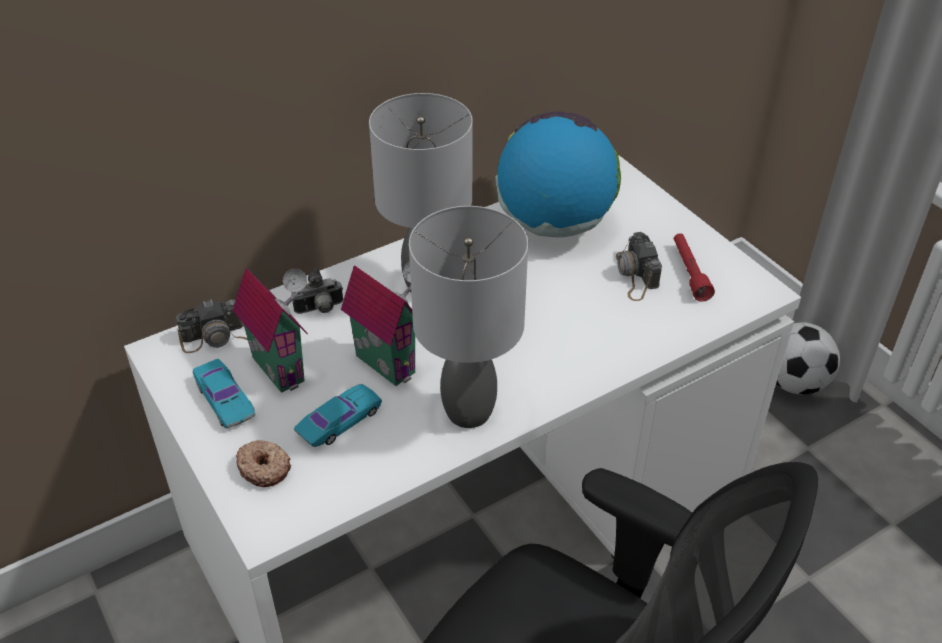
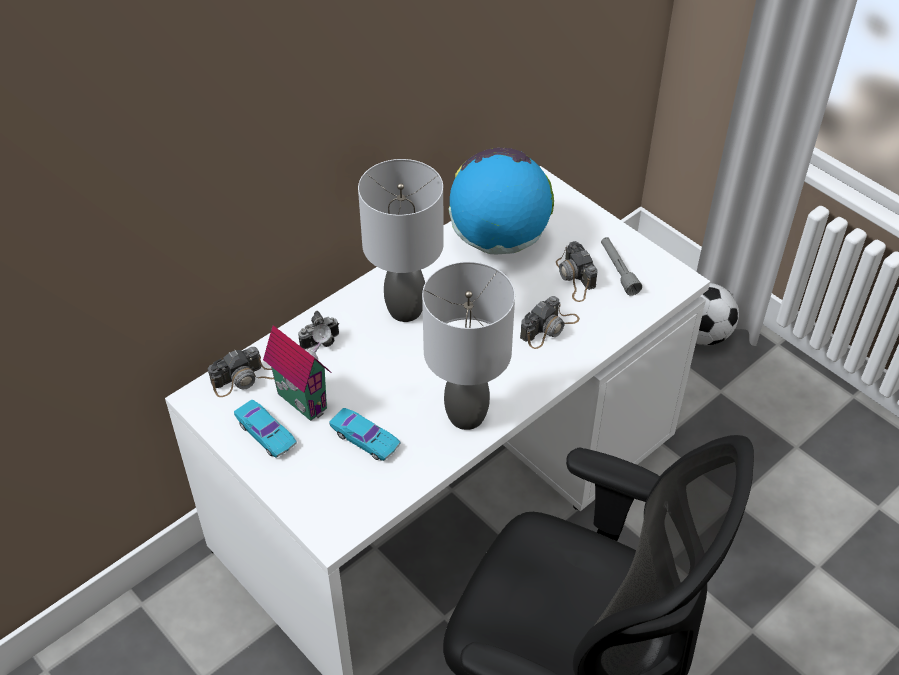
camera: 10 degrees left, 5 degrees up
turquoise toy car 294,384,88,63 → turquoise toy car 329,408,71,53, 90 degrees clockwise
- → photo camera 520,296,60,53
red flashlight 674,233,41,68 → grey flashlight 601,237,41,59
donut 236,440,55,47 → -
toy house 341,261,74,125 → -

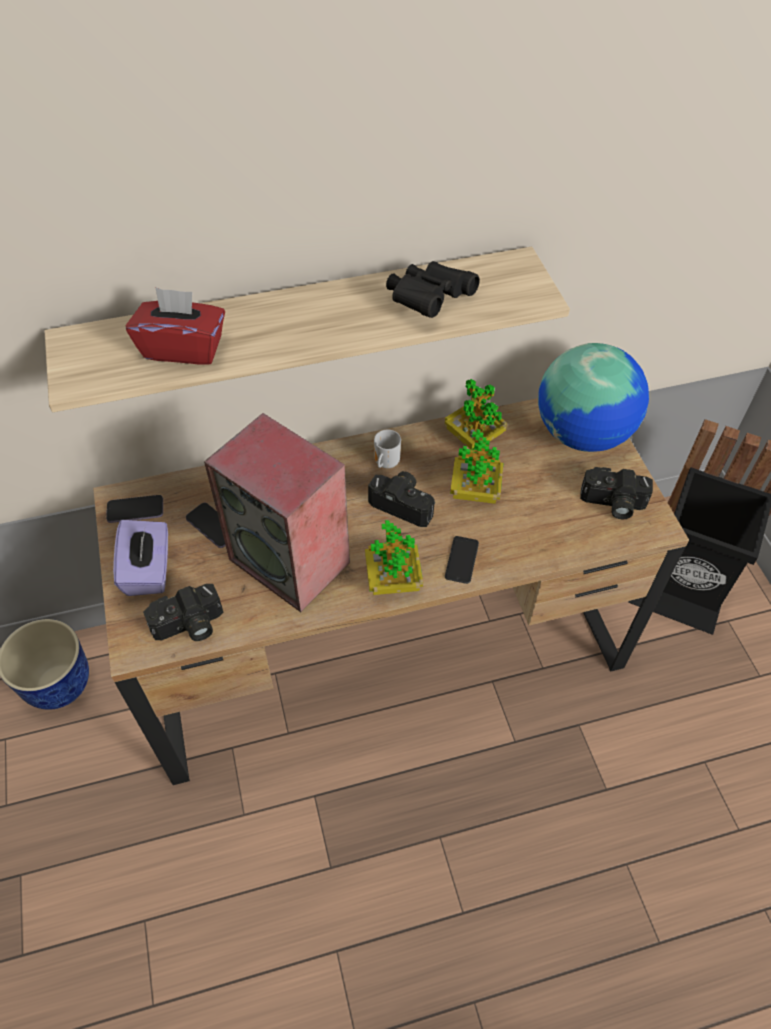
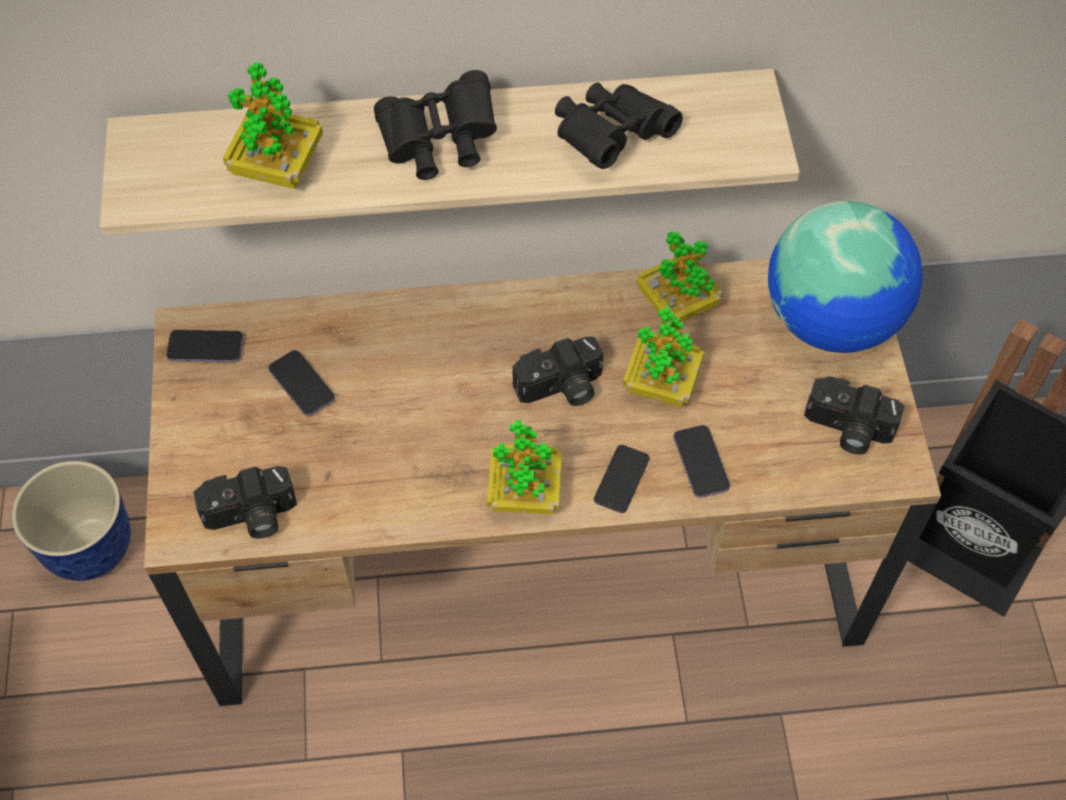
camera: 10 degrees right, 5 degrees up
red tissue box 125,287,100,78 → potted plant 223,63,100,126
- → black binoculars 374,70,123,110
photo camera 368,471,67,56 → photo camera 512,337,91,69, 120 degrees clockwise
- → phone 673,425,57,73
purple tissue box 113,520,55,76 → -
speaker 204,413,146,199 → -
mug 374,429,27,39 → -

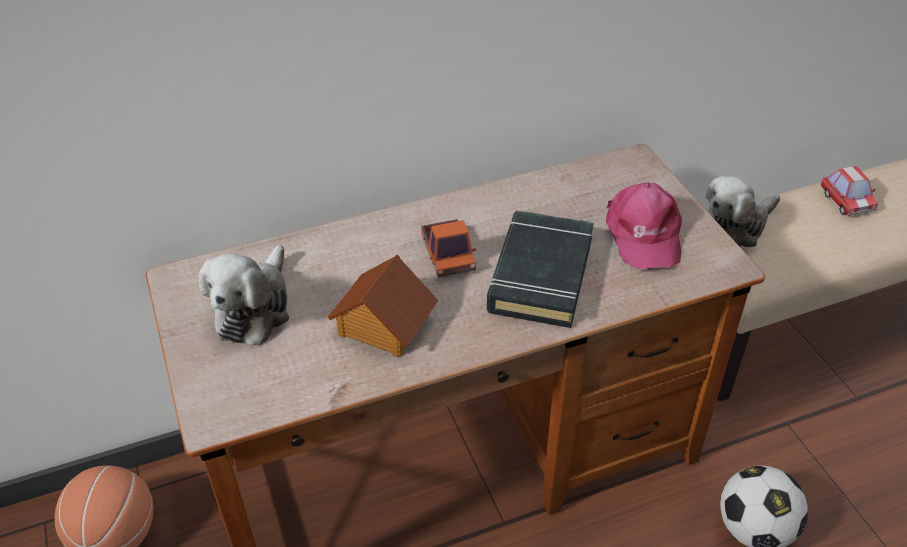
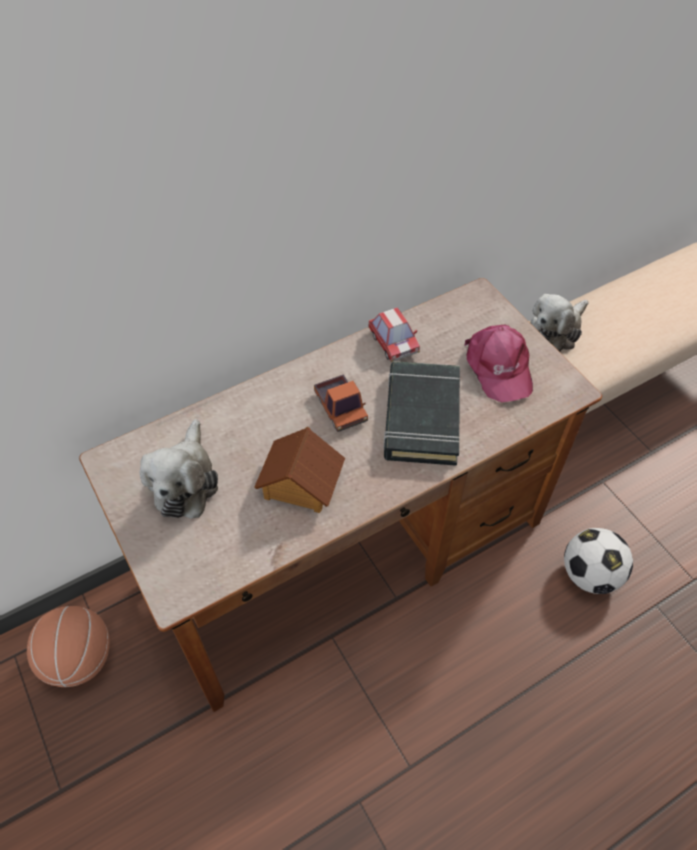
camera: 10 degrees left, 10 degrees up
toy car 820,166,58,50 → toy car 368,307,52,55, moved

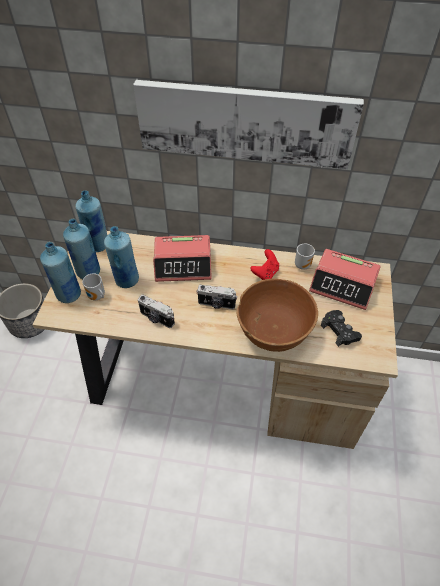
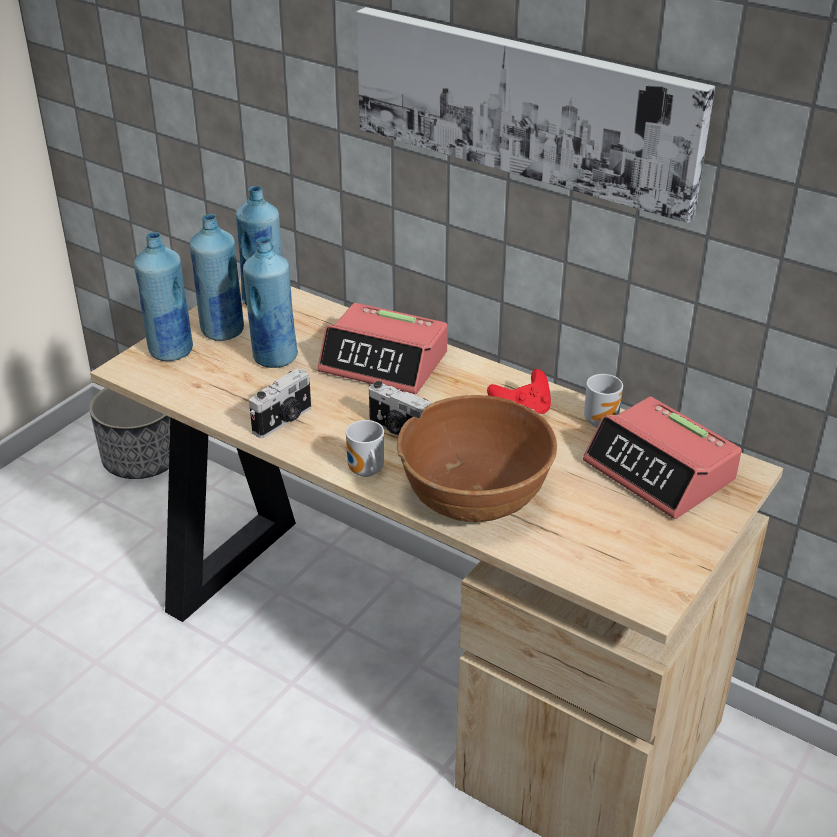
camera: 25 degrees right, 15 degrees down
photo camera 138,295,37,33 → photo camera 249,368,62,70, 105 degrees counterclockwise
mug 82,273,23,27 → mug 346,420,38,57, moved
black game controller 321,310,41,37 → -

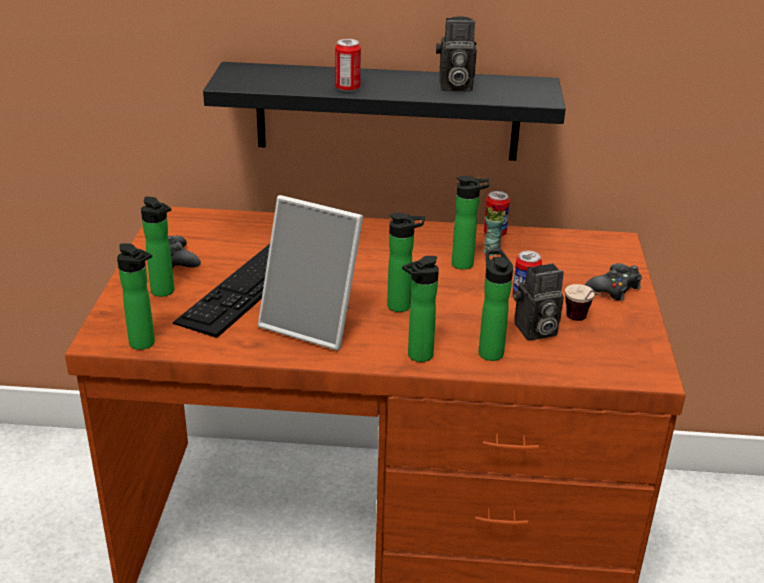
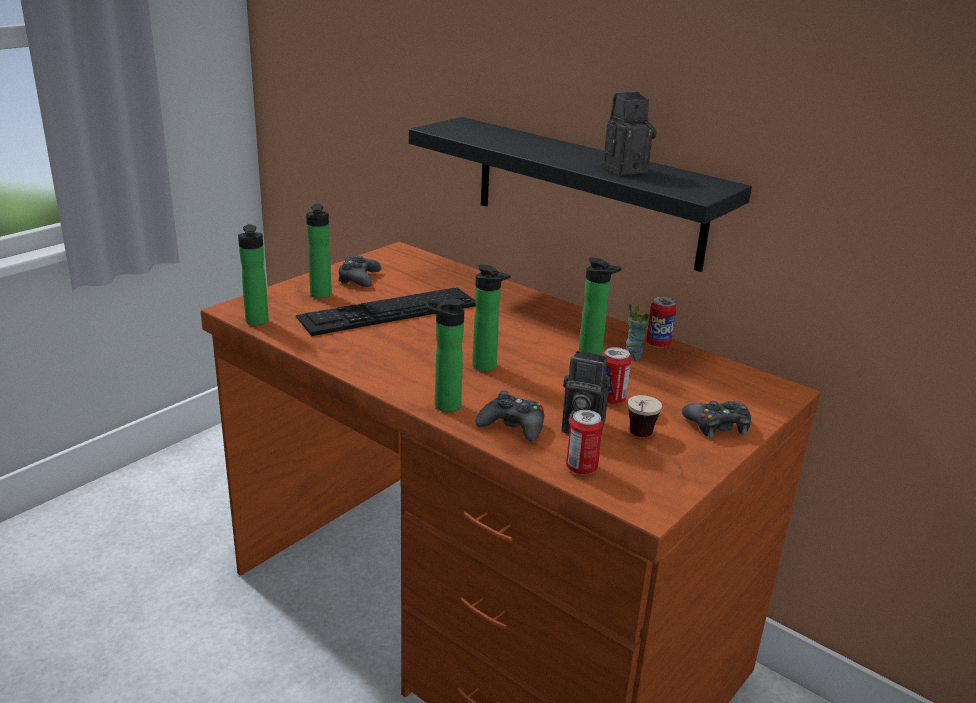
camera: 35 degrees right, 5 degrees down
bottle 479,250,34,111 → black game controller 476,391,68,51
can 335,39,26,53 → can 566,410,37,65, moved
photo camera 436,16,41,75 → photo camera 604,91,53,84, 120 degrees clockwise
picture frame 258,195,105,155 → -

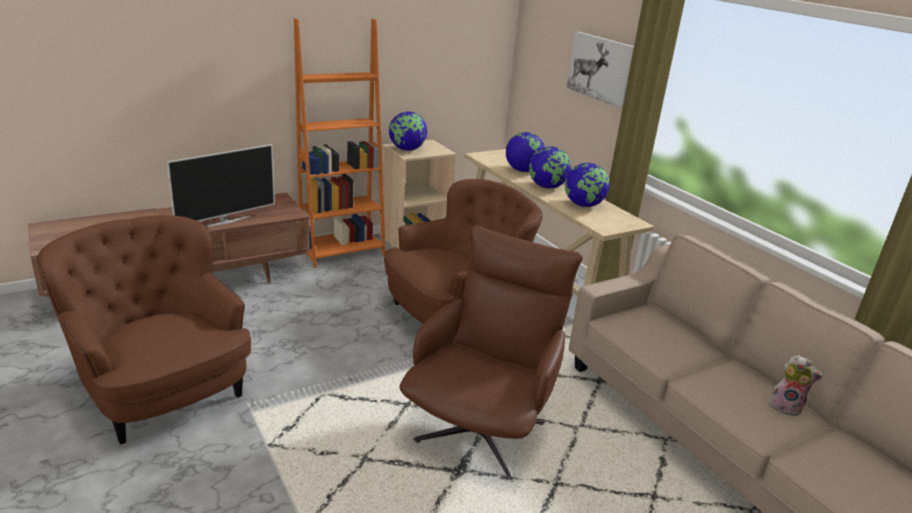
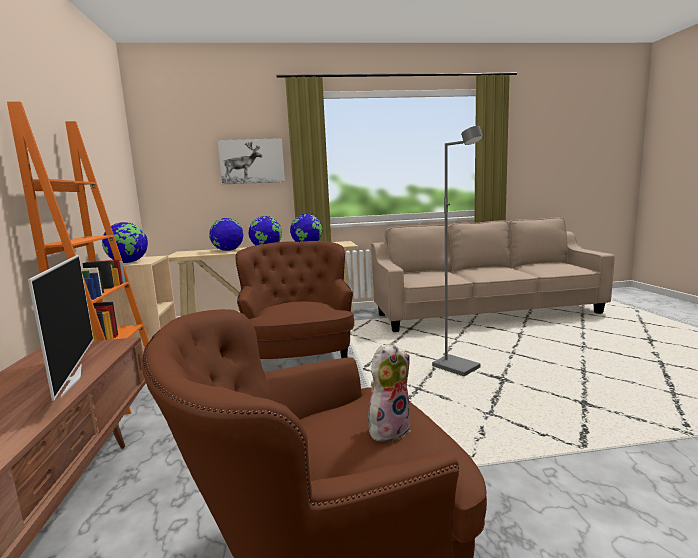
camera: 65 degrees left, 15 degrees down
plush toy 768,355,55,62 → plush toy 368,342,42,100, moved
brown armchair 399,225,184,255 → grey floor lamp 432,126,51,250

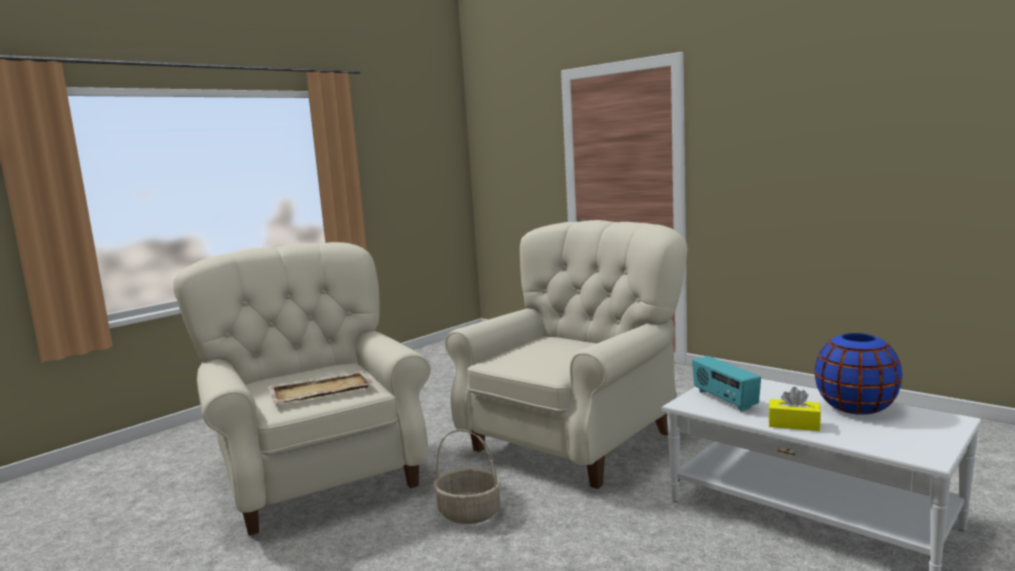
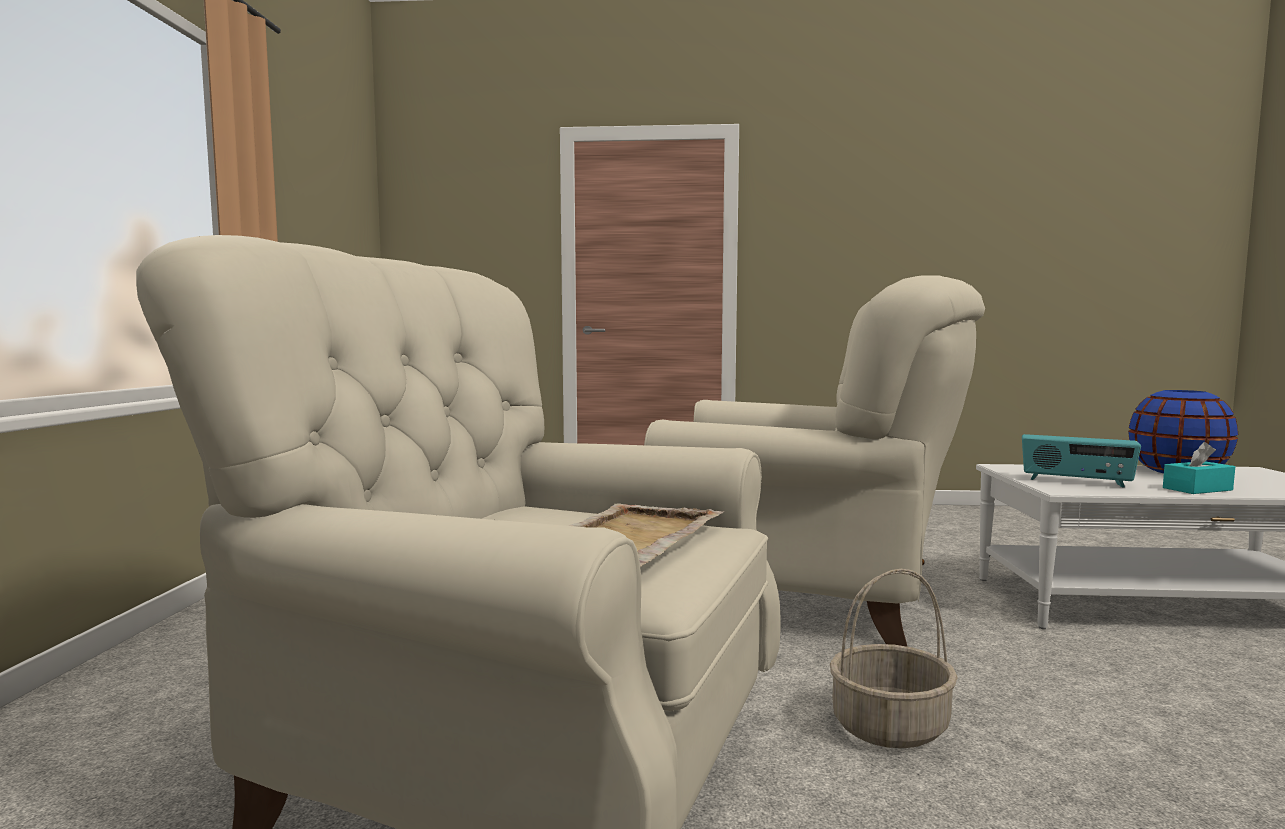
camera: 40 degrees left, 5 degrees down
beige armchair 445,220,243,269 → beige armchair 644,275,341,372, 105 degrees clockwise
yellow tissue box 769,387,52,44 → turquoise tissue box 1163,442,72,52

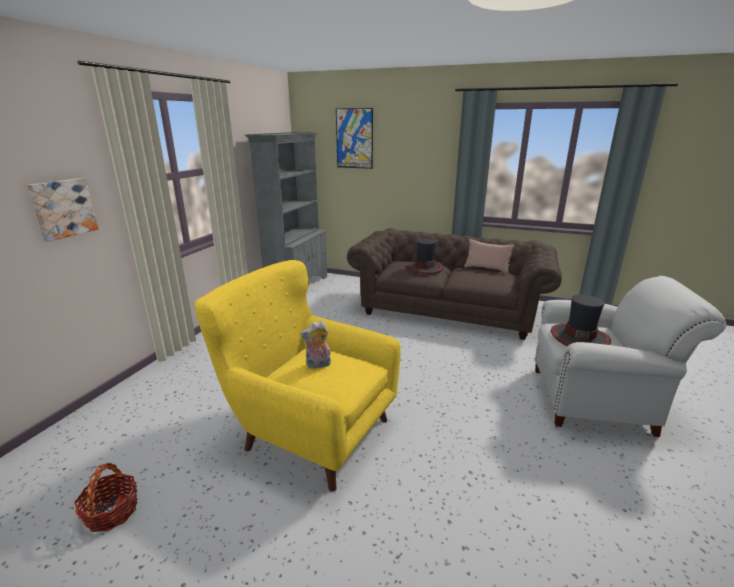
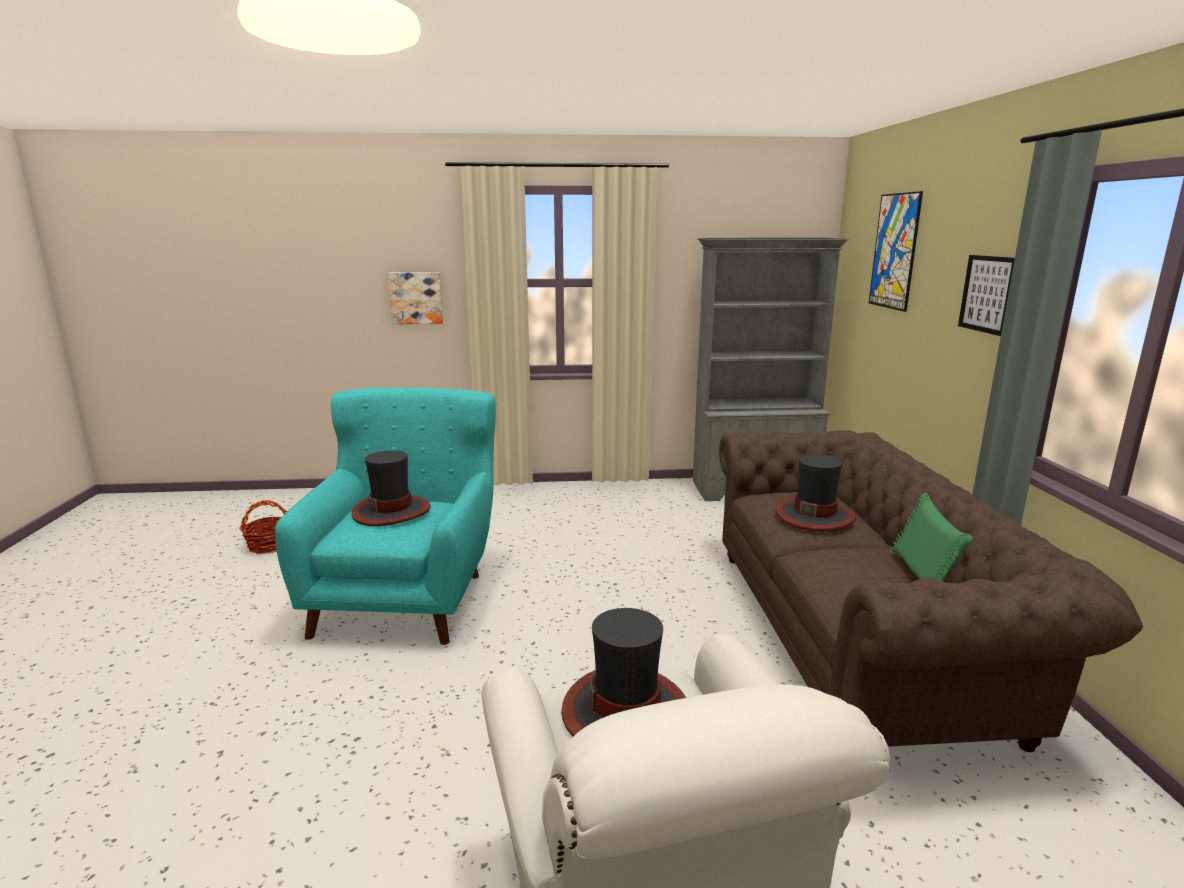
camera: 65 degrees right, 5 degrees down
yellow armchair 195,260,206,232 → turquoise armchair 275,388,221,257
plush toy 300,321,31,48 → hat 351,450,80,76
beige pillow 464,239,51,35 → green pillow 889,492,84,89
- → picture 958,255,57,81

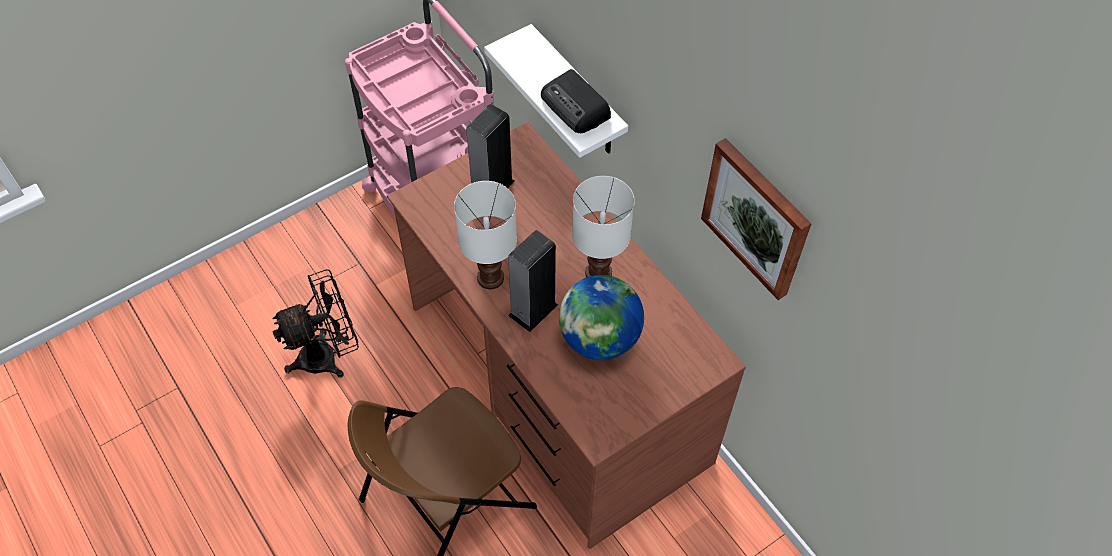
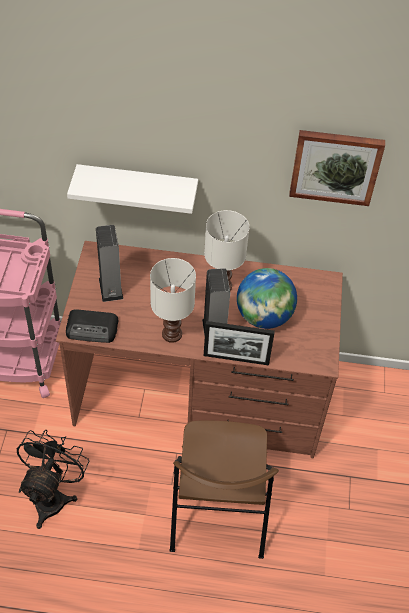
camera: 50 degrees left, 5 degrees down
radio 541,69,70,64 → radio 66,309,53,34, moved
- → picture frame 204,321,71,44

